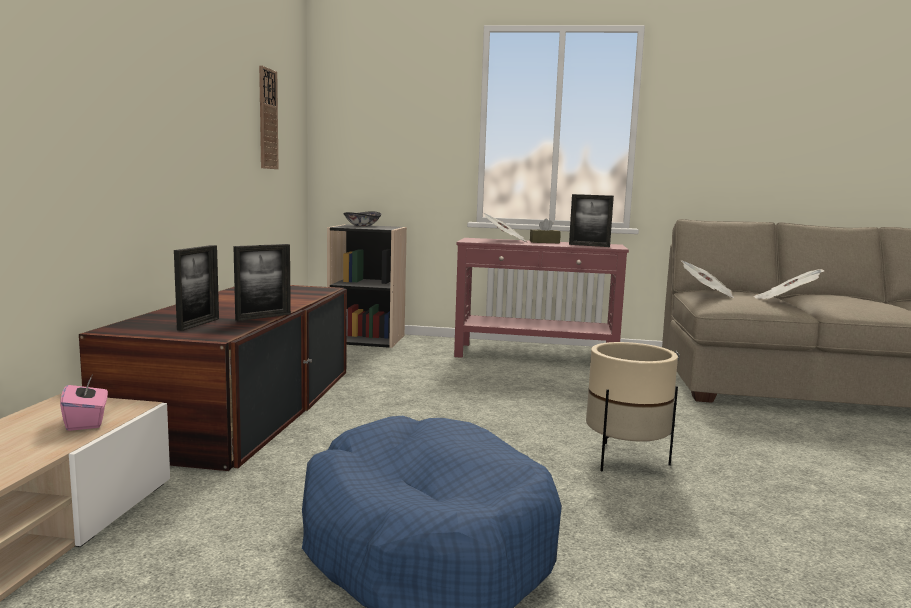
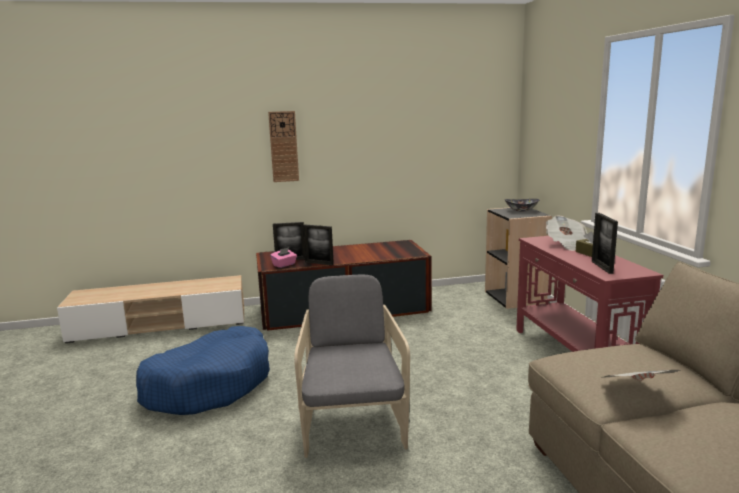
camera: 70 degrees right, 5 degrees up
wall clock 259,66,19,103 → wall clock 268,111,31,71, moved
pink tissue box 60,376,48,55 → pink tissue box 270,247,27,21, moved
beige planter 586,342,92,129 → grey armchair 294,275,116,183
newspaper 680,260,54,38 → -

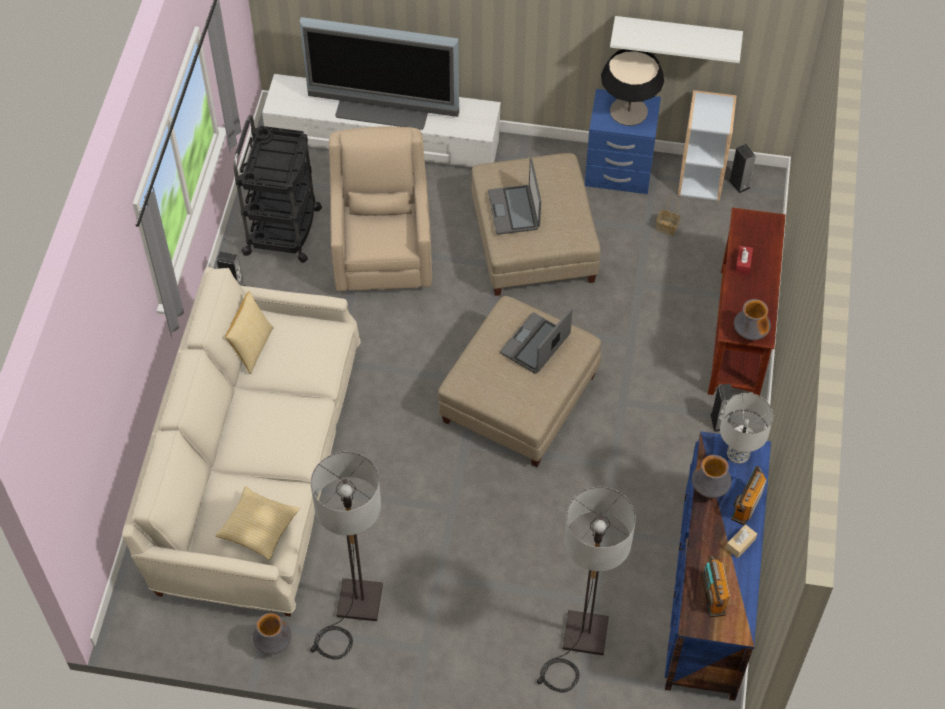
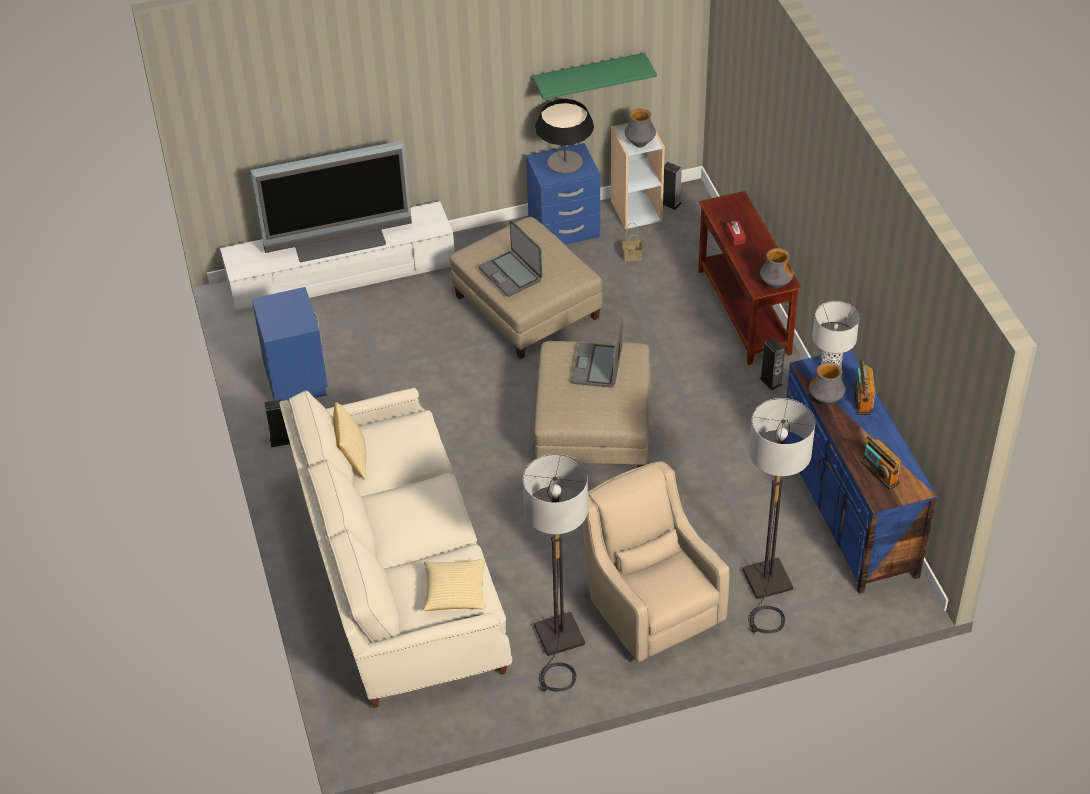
camera: 25 degrees left, 10 degrees down
black cart 234,115,88,148 → blue nightstand 252,287,76,114
white shelf 610,16,133,47 → green shelf 532,53,125,47
beige armchair 329,126,103,165 → beige armchair 582,461,147,201, moved
vase 253,613,38,41 → vase 625,109,31,39, moved
beige tissue box 726,524,31,34 → -

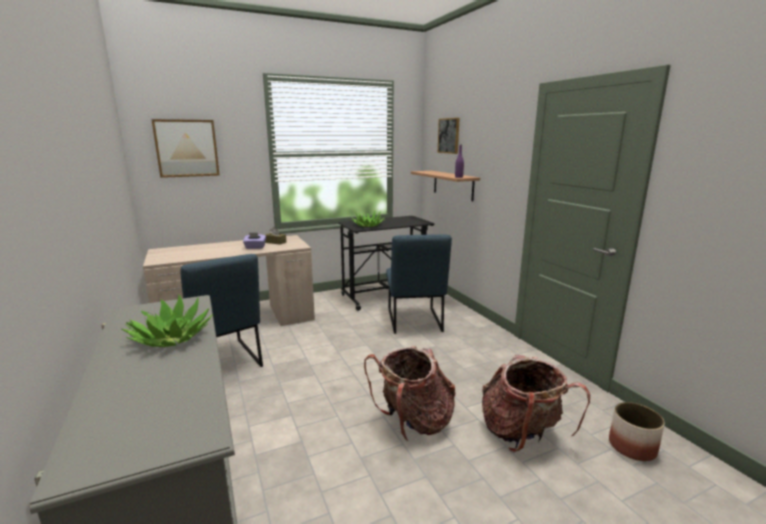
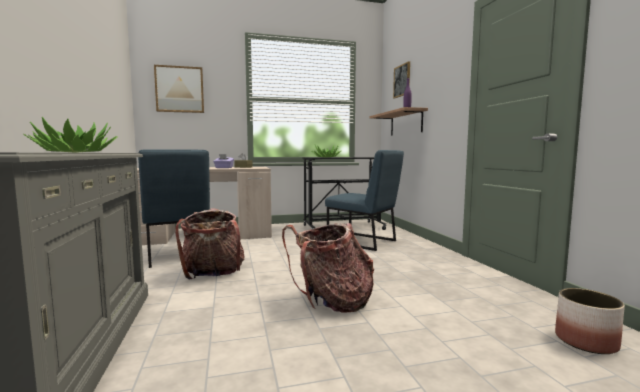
camera: 10 degrees right, 10 degrees down
backpack 482,355,108,97 → backpack 175,208,69,71, moved
blue chair 386,235,66,99 → blue chair 325,150,79,101, 60 degrees counterclockwise

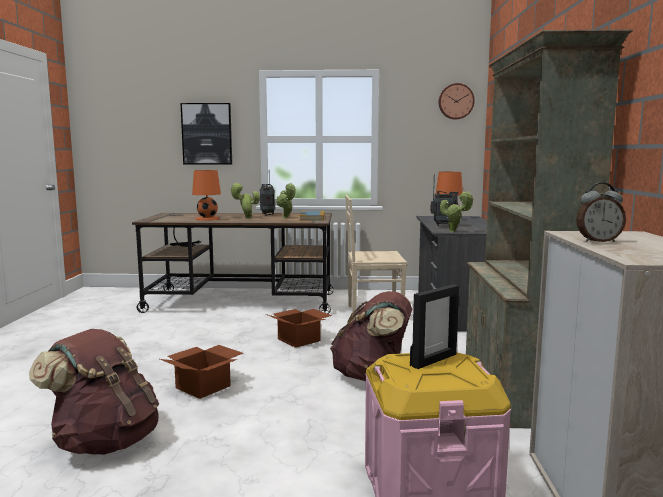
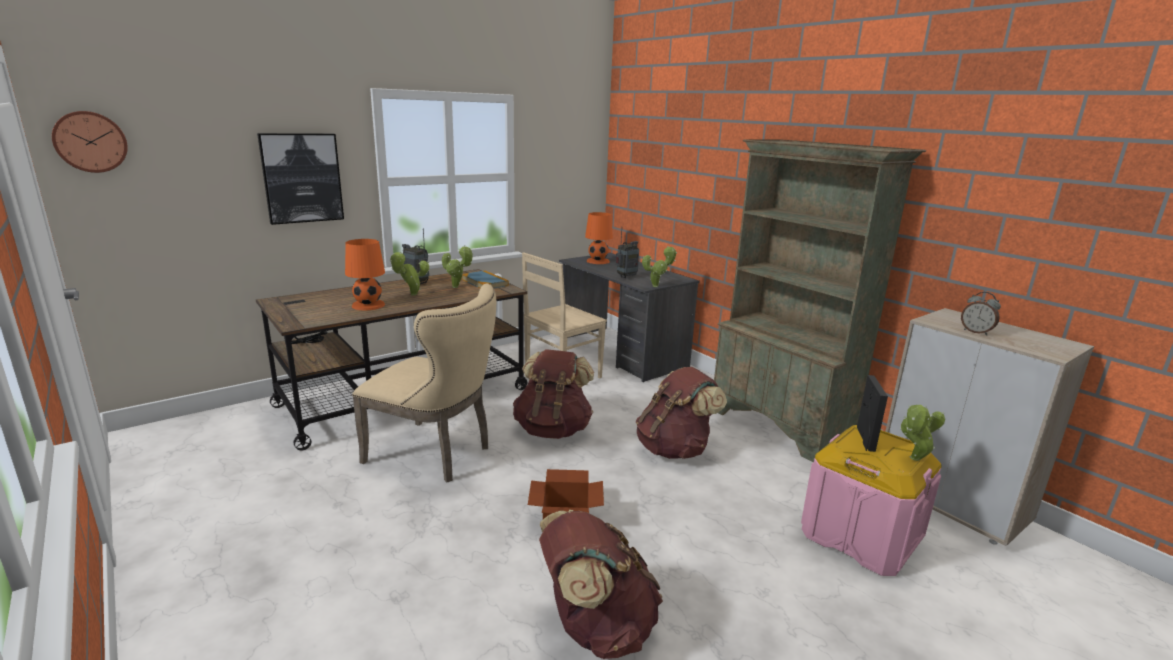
camera: 40 degrees left, 10 degrees up
wall clock 439,83,36,37 → wall clock 52,111,76,62, moved
- → beige chair 352,284,144,198
cardboard box 266,309,66,39 → brown backpack 513,349,81,90
- → potted plant 900,405,45,56
alarm clock 576,182,50,60 → alarm clock 961,292,40,43, 90 degrees clockwise

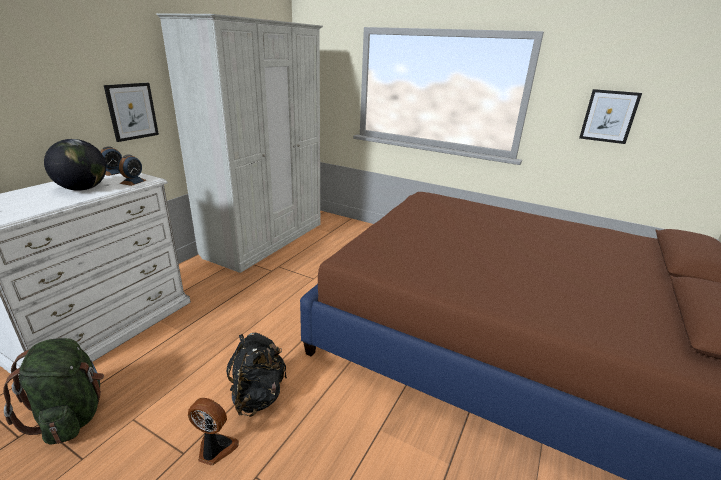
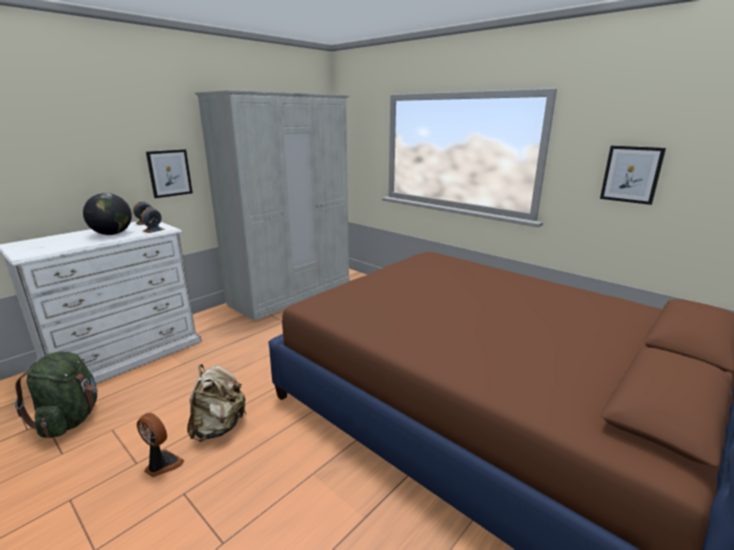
camera: 15 degrees right, 5 degrees down
black backpack 226,333,61,84 → beige backpack 187,364,59,78

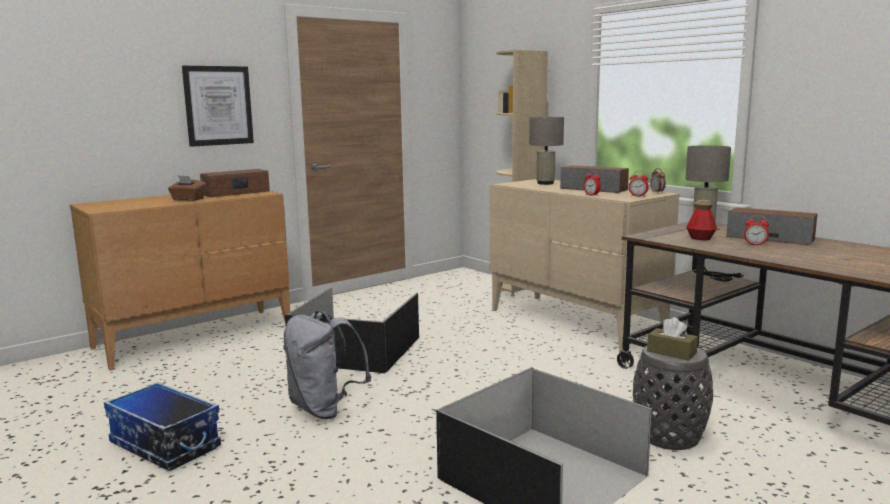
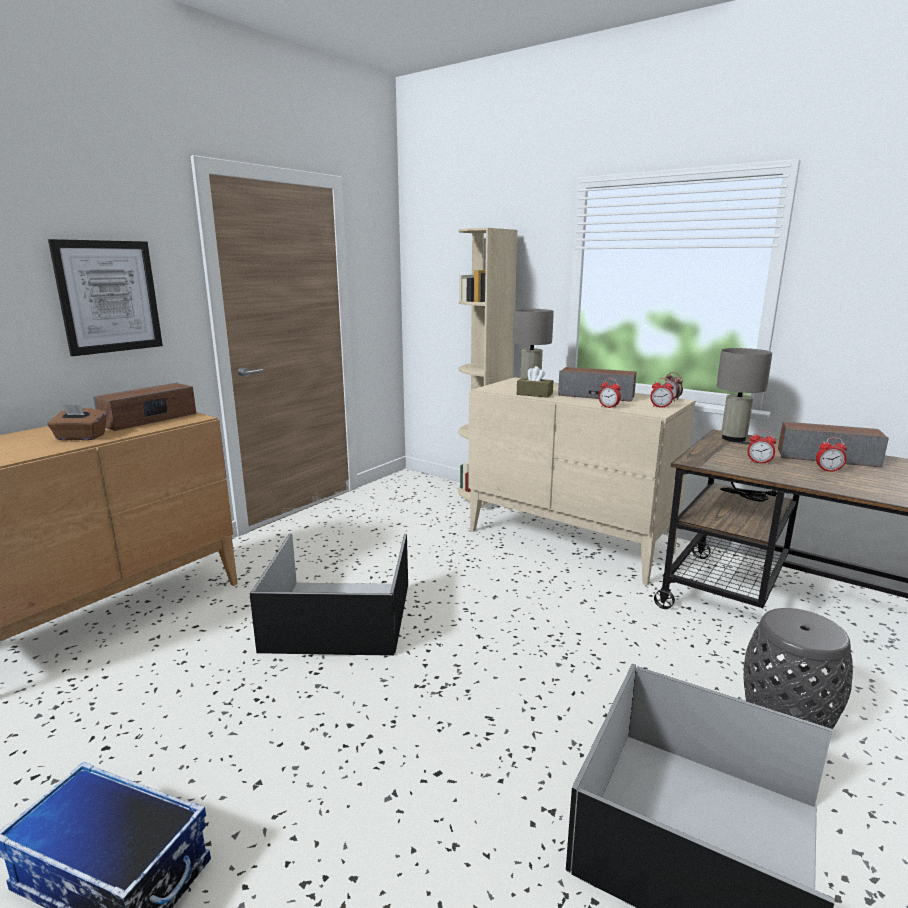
camera: 15 degrees left, 5 degrees up
brown tissue box 647,317,51,44 → brown tissue box 517,366,36,32, moved
bottle 686,200,31,40 → alarm clock 747,430,29,34
grey backpack 283,311,88,108 → -

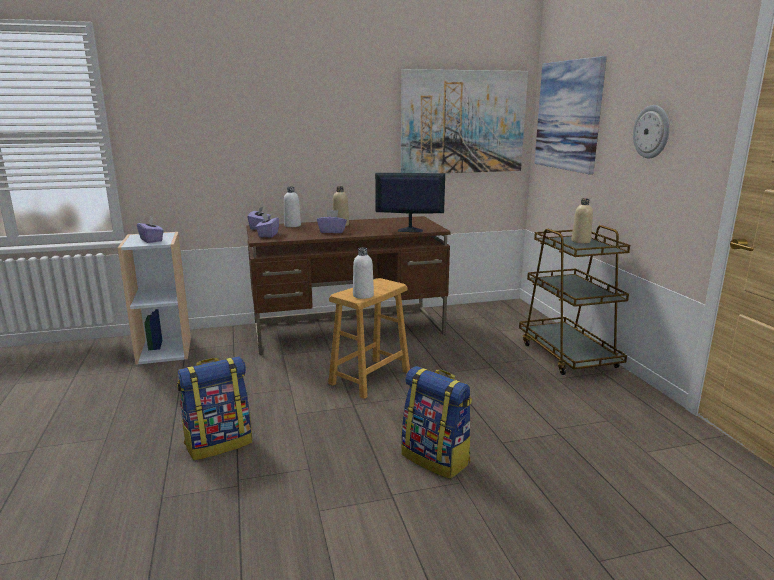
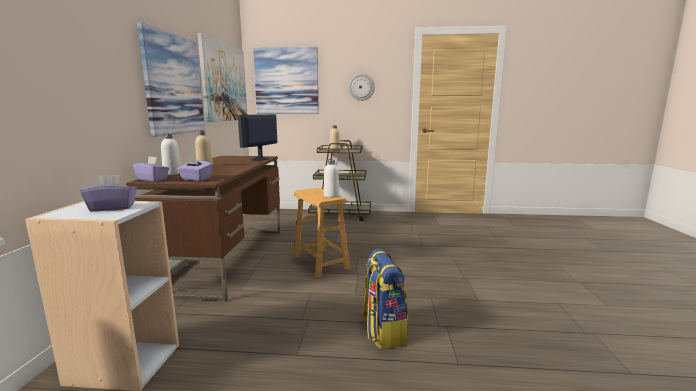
camera: 70 degrees left, 5 degrees down
- → picture 137,22,68,115
purple tissue box 317,210,30,23 → -
backpack 401,366,71,113 → -

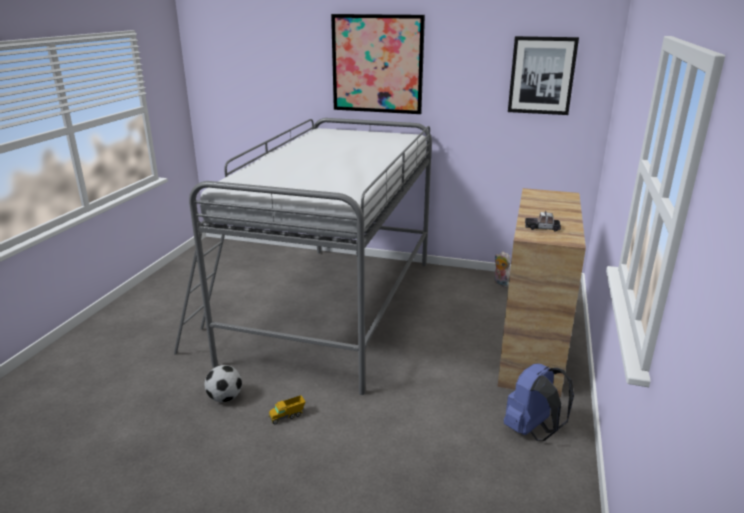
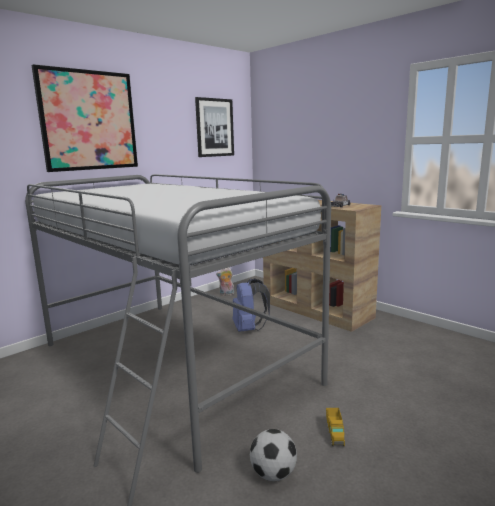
camera: 60 degrees left, 10 degrees down
blue backpack 504,363,70,78 → blue backpack 233,278,37,54, moved

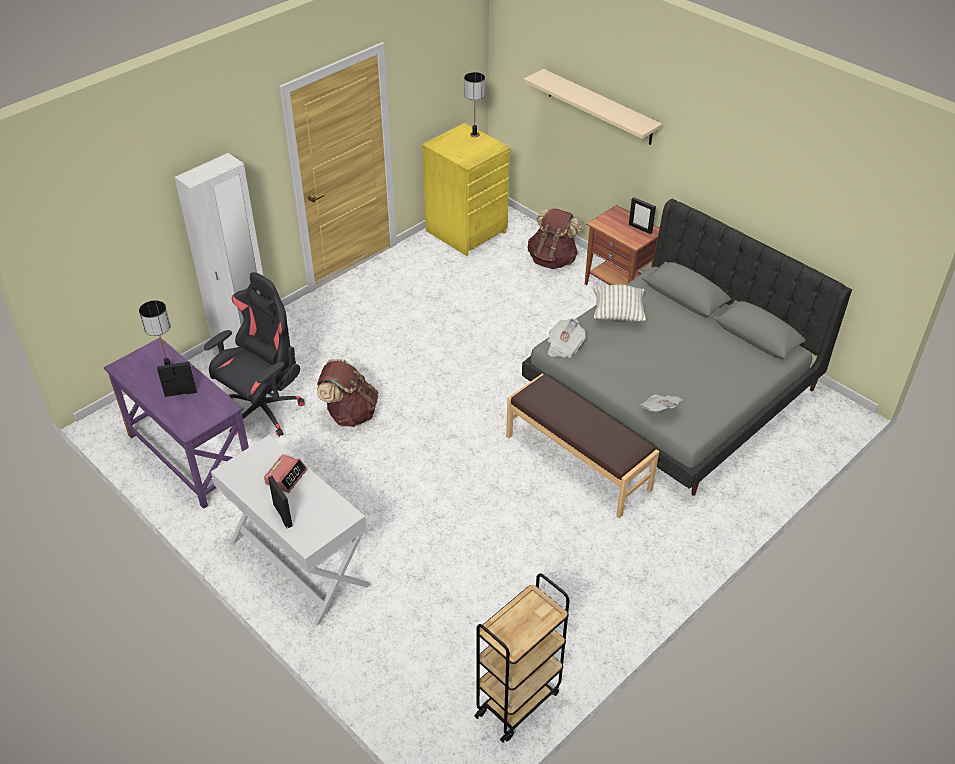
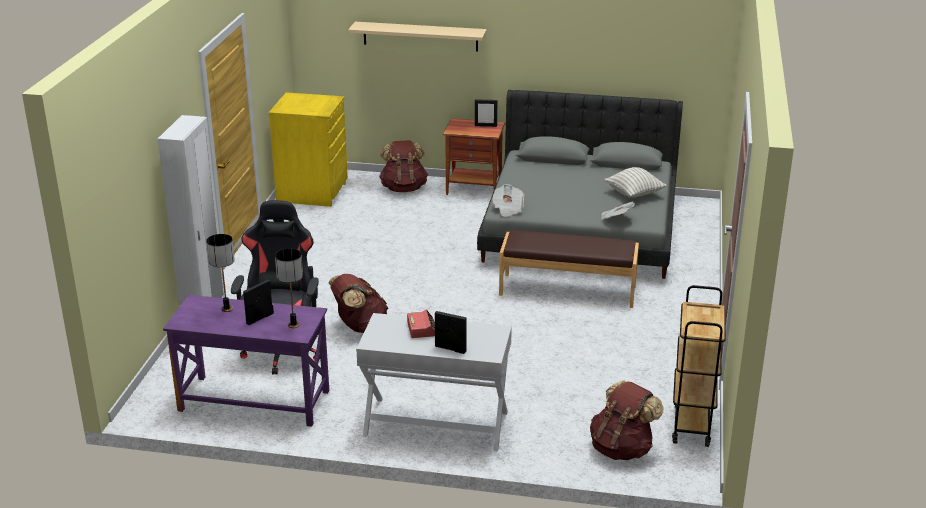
camera: 35 degrees left, 15 degrees down
table lamp 464,72,21,65 → table lamp 275,248,28,80, moved
- → brown backpack 590,380,74,80
pillow 593,285,53,37 → pillow 604,167,63,31, moved

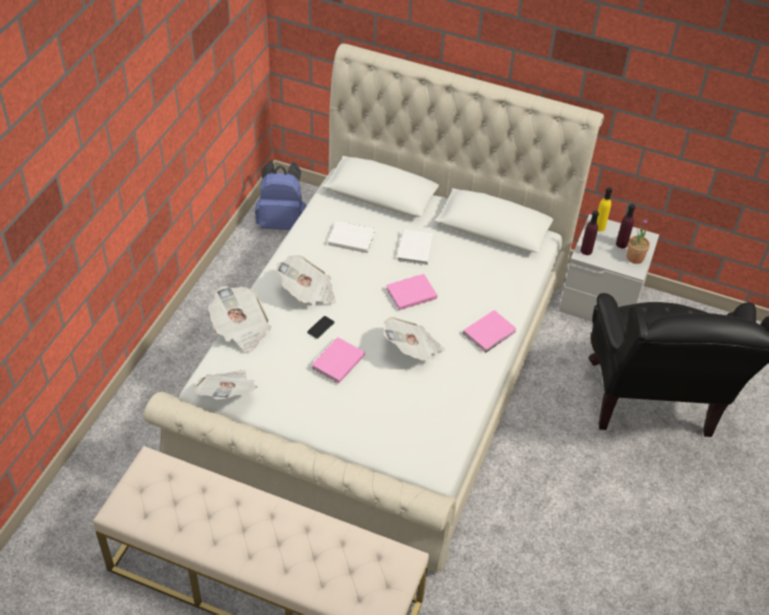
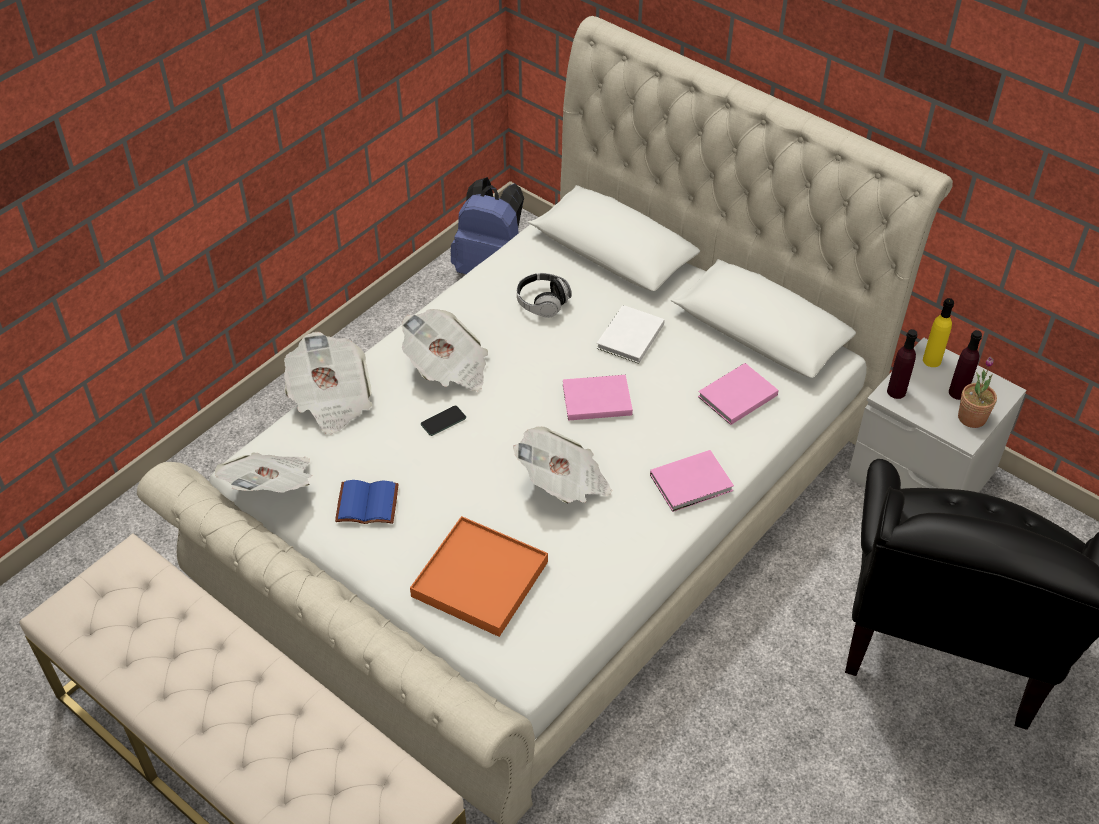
camera: 20 degrees right, 0 degrees up
- → blue book 335,480,64,44
- → orange tray 410,516,138,121
white book 328,221,47,32 → headphones 517,273,55,45
pink book 311,337,54,47 → pink book 698,363,80,62, moved

